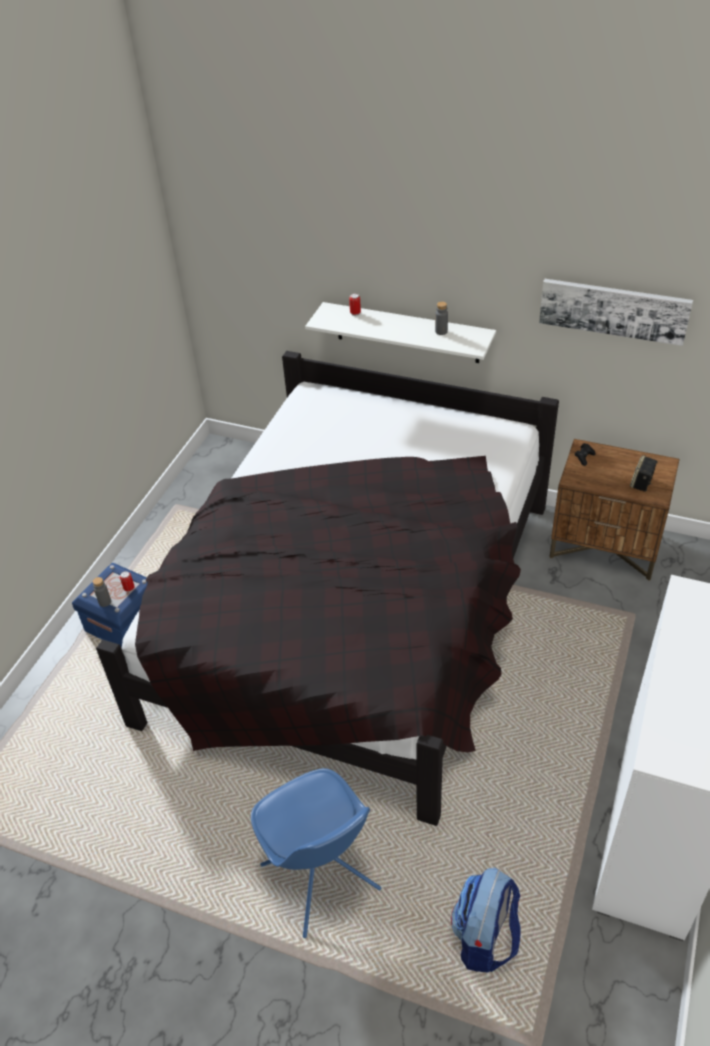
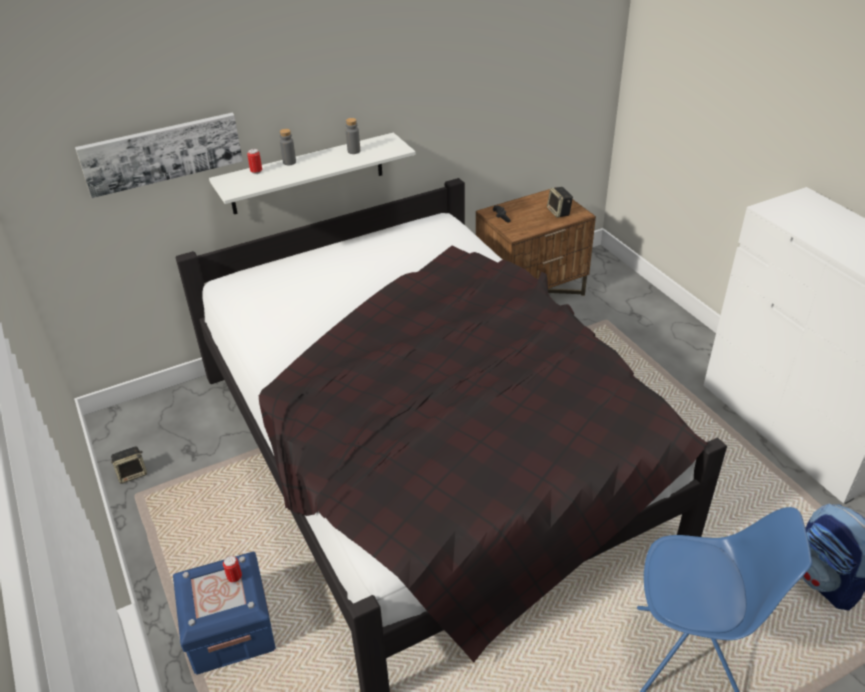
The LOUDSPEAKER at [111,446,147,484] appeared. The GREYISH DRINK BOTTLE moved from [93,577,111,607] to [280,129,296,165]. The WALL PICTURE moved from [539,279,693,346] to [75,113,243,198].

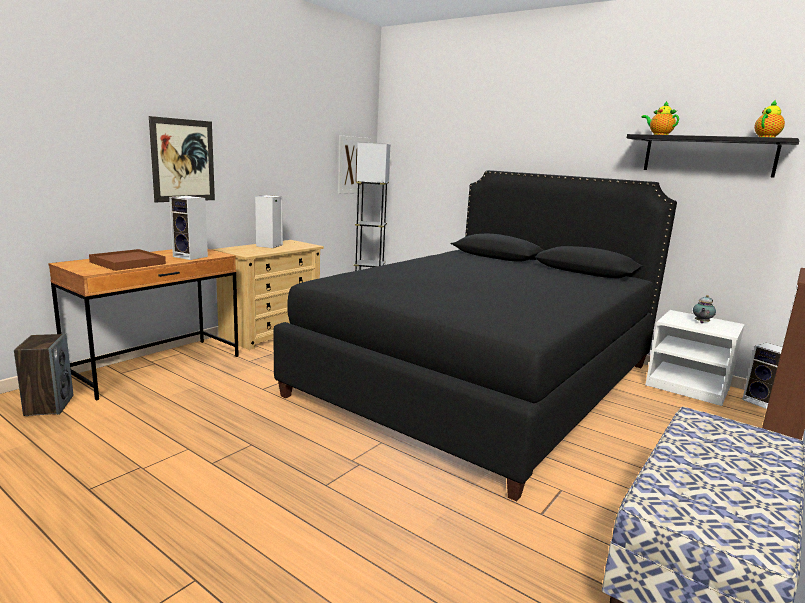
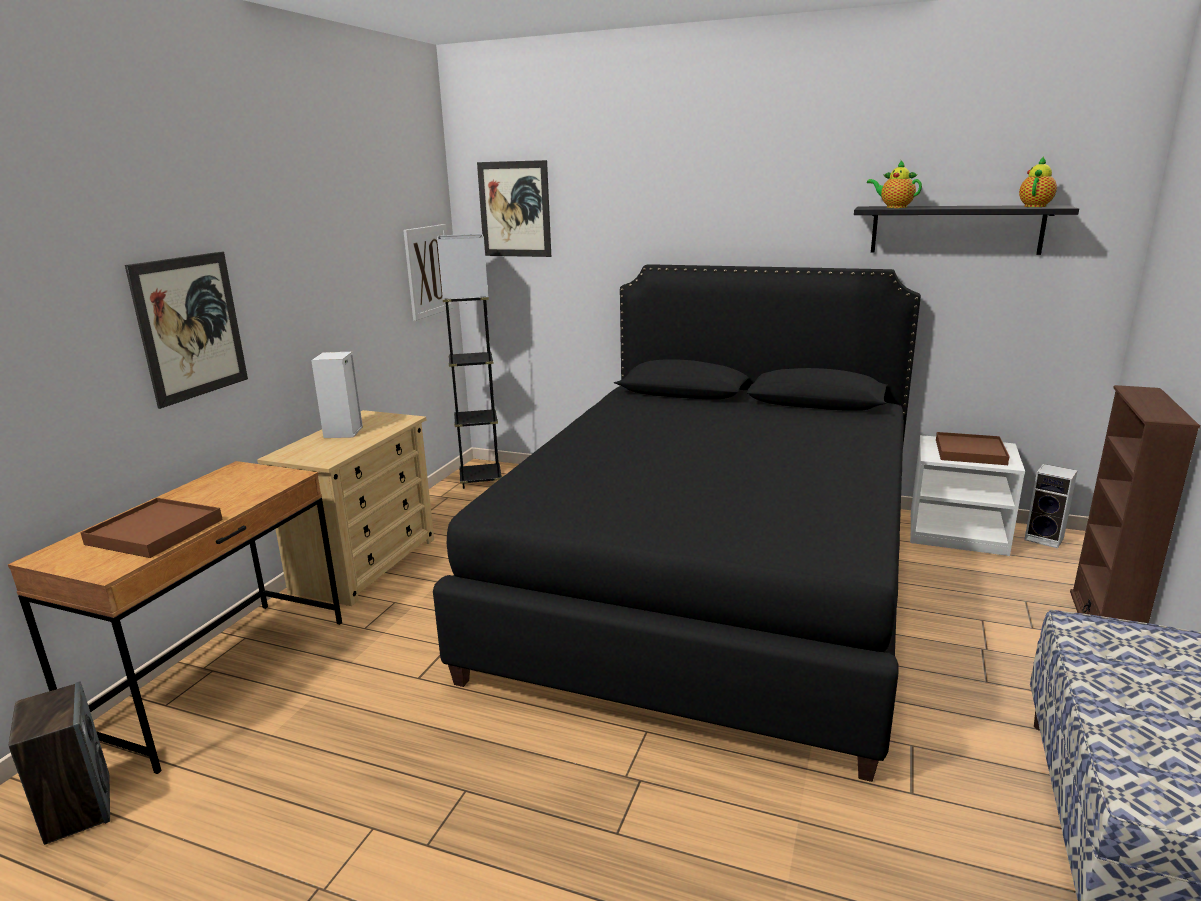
The LOUDSPEAKER at [169,196,208,260] disappeared. The WALL PICTURE at [477,160,551,257] appeared. The POT FOR TEA at [693,295,716,323] was replaced by the BROWN SERVING TRAY at [936,432,1010,465].

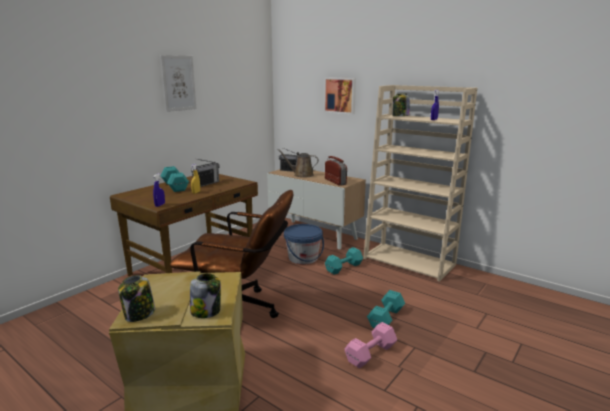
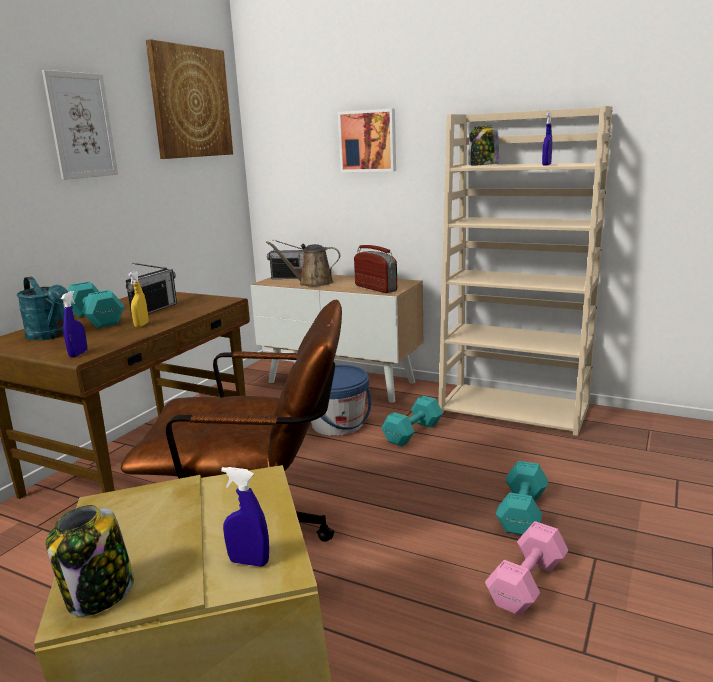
The TURQUOISE-COLOURED WATERING POT at [16,276,68,341] appeared. The WALL PICTURE at [146,39,233,159] appeared. The PRESERVE JAR at [190,273,221,318] was replaced by the BLUE HAND SPRAYER at [221,467,269,567].

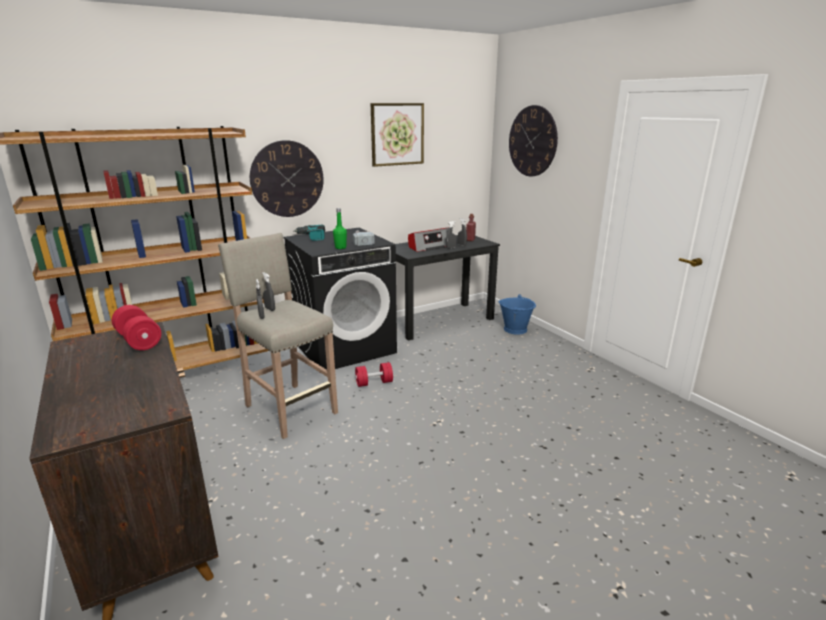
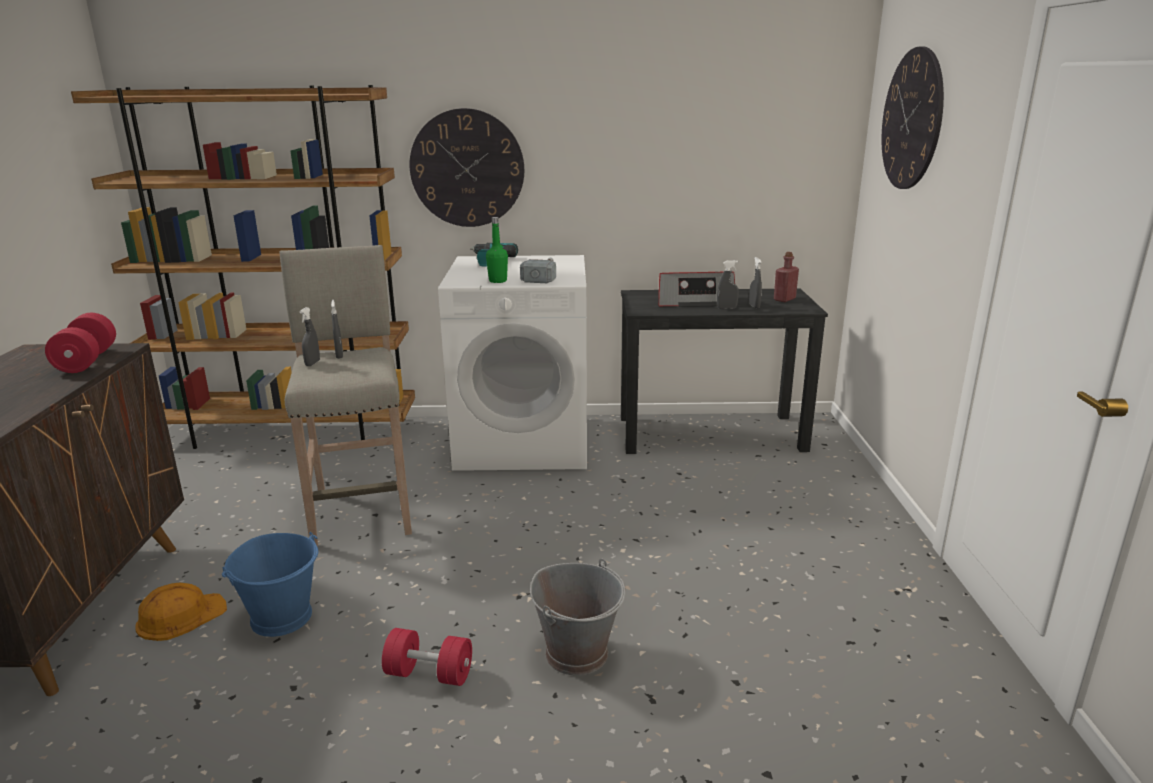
The WALL PICTURE at [371,103,424,167] disappeared. The ORANGE HARD HAT at [135,583,227,641] appeared. The GREYISH PAIL at [530,559,626,676] appeared. The RED HAND WEIGHT moved from [355,362,393,387] to [382,628,472,686]. The BLUE PAIL moved from [499,294,536,335] to [222,532,318,637]. The BLACK LAUNDRY MACHINE at [284,227,397,370] became the WHITE-COLOURED LAUNDRY MACHINE at [438,255,587,471].

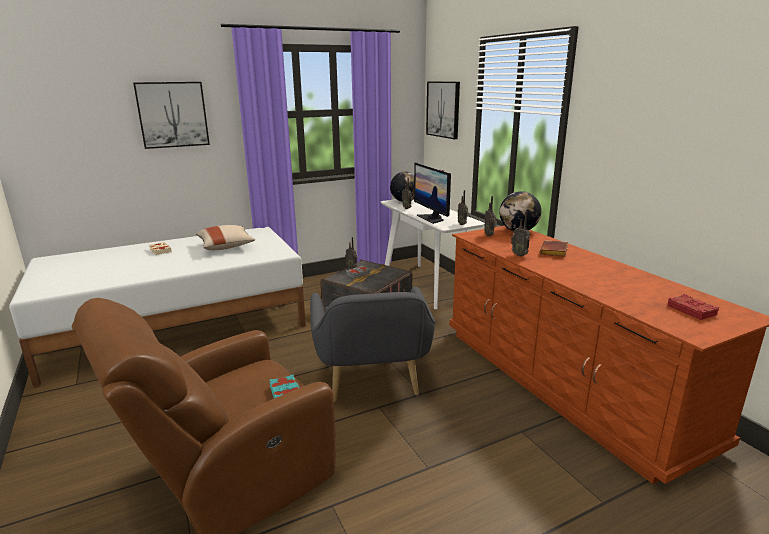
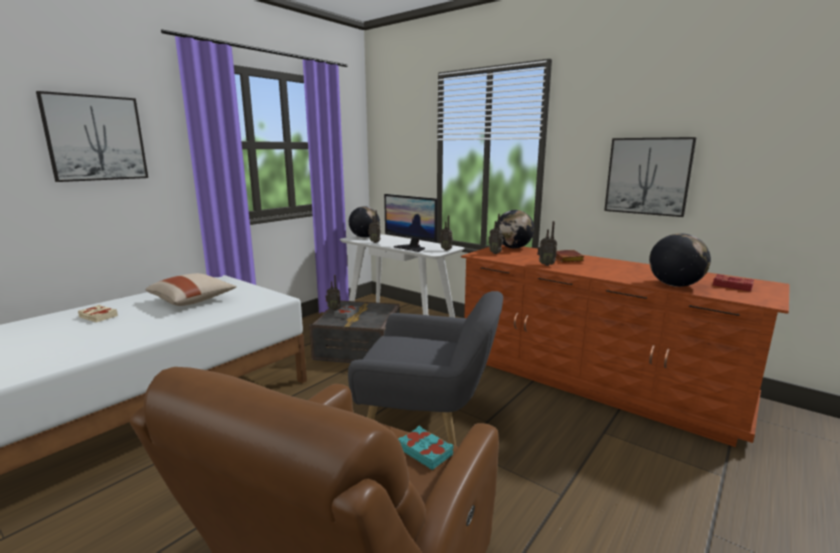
The DESK GLOBE at [649,233,711,287] appeared. The WALL PICTURE moved from [426,81,460,139] to [604,137,697,217]. The GREYISH EASY CHAIR at [310,287,436,403] turned 45 degrees counterclockwise.

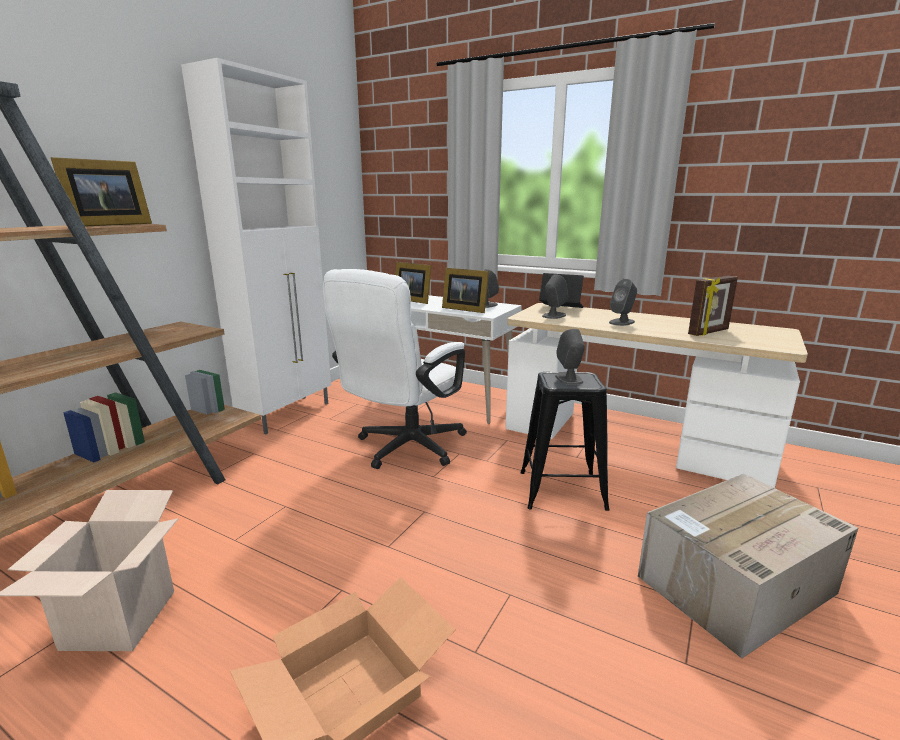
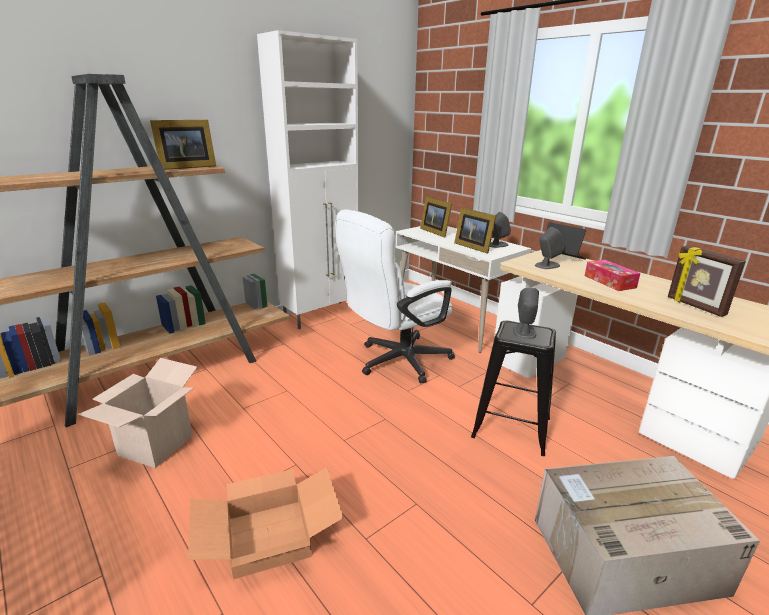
The GREYISH LOUDSPEAKER at [609,279,637,326] was replaced by the TISSUE HOLDER at [585,260,641,291]. The STANDING FRAME at [688,276,738,336] turned 75 degrees clockwise.

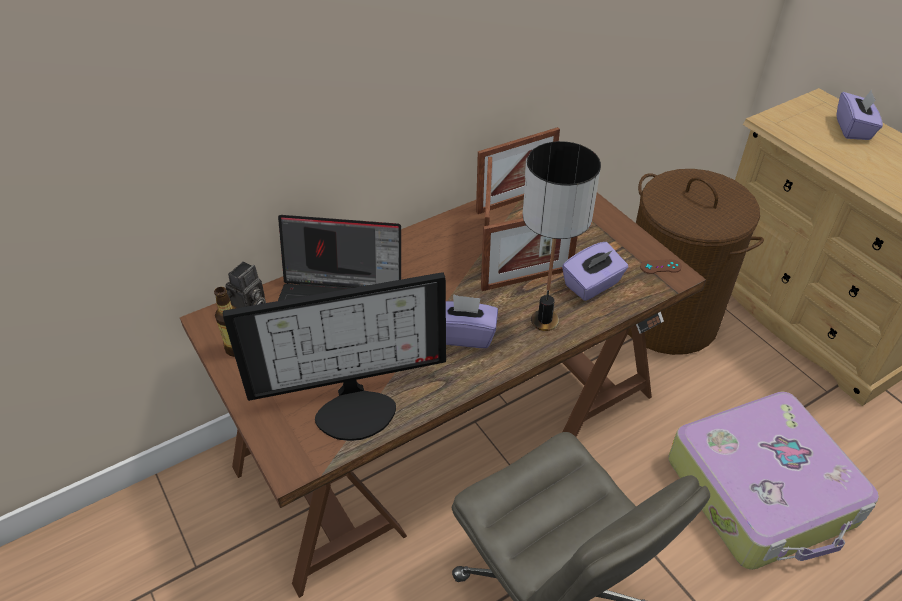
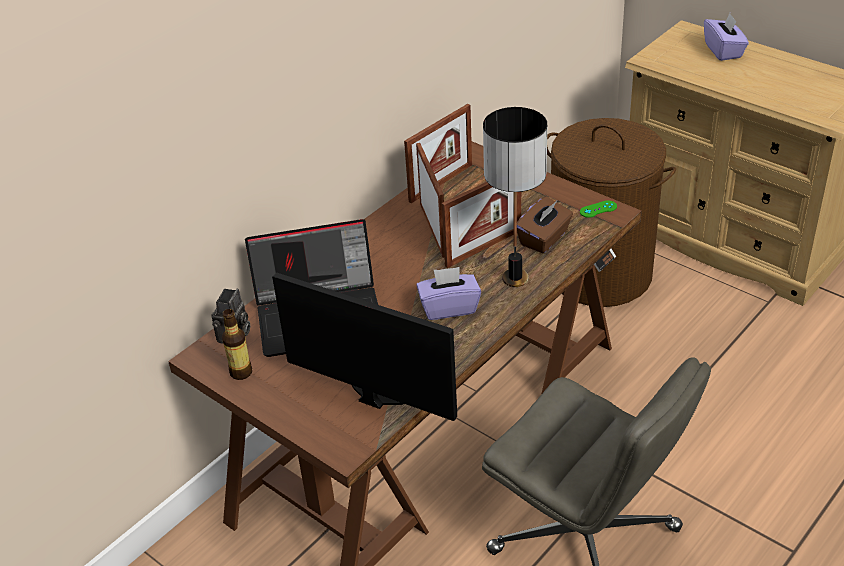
The SUITCASE at [668,391,879,570] disappeared. The PURPLISH TISSUE HOLDER at [562,242,628,301] became the BROWN TISSUE HOLDER at [517,196,573,253]. The BROWN GAMEPAD at [640,259,682,274] became the GREENISH GAMEPAD at [580,200,617,218]. The COMPUTER DISPLAY at [223,272,446,441] turned 120 degrees counterclockwise.

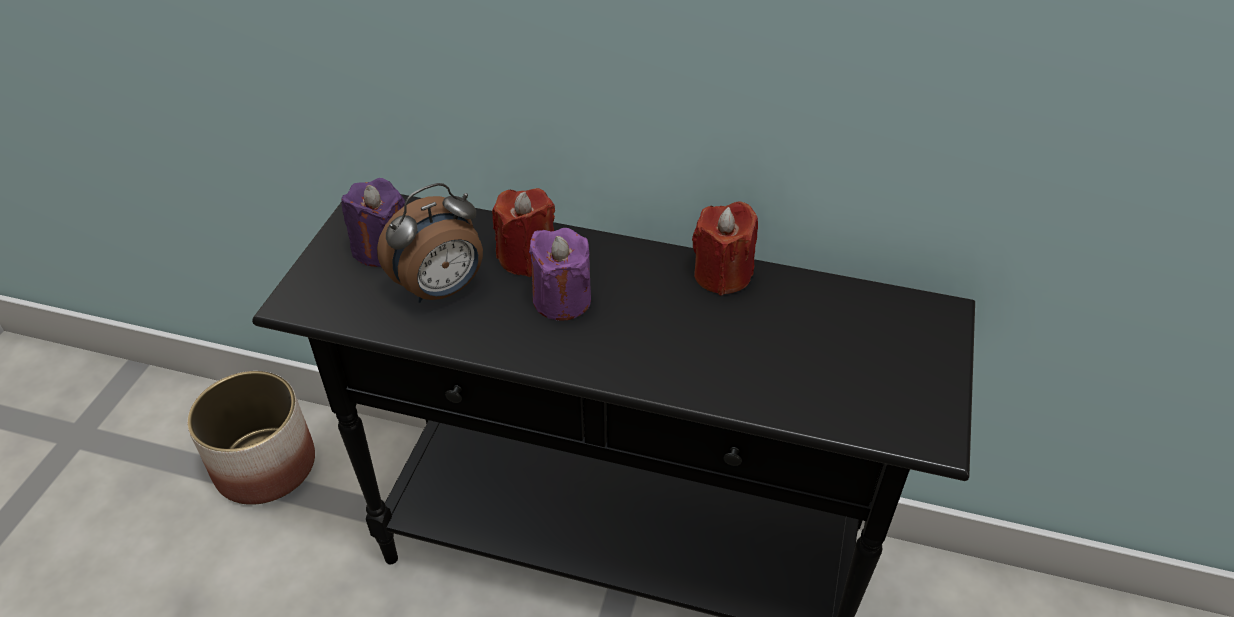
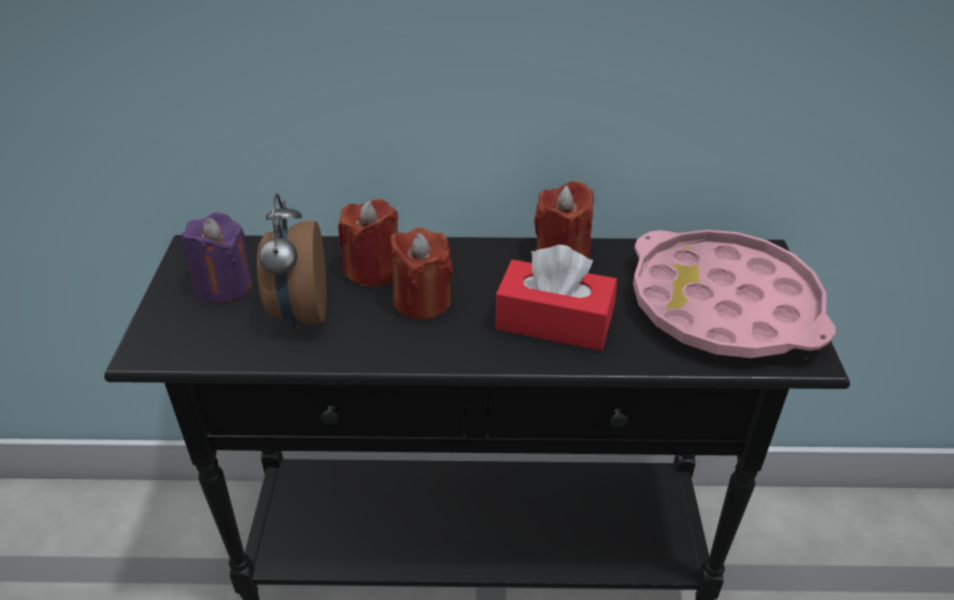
The PLANT POT at [187,371,315,505] disappeared. The RED TISSUE HOLDER at [495,245,617,351] appeared. The PINK SERVING TRAY at [633,230,836,358] appeared. The PURPLISH WAX CANDLE at [529,228,591,321] became the RED WAX CANDLE at [390,227,453,320]. The ALARM CLOCK at [377,183,483,303] turned 135 degrees clockwise.

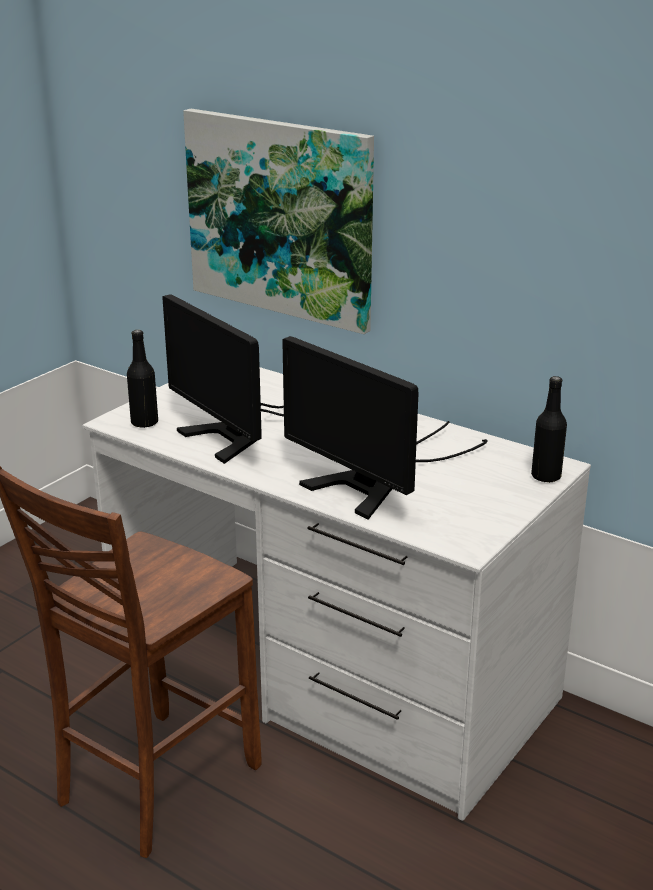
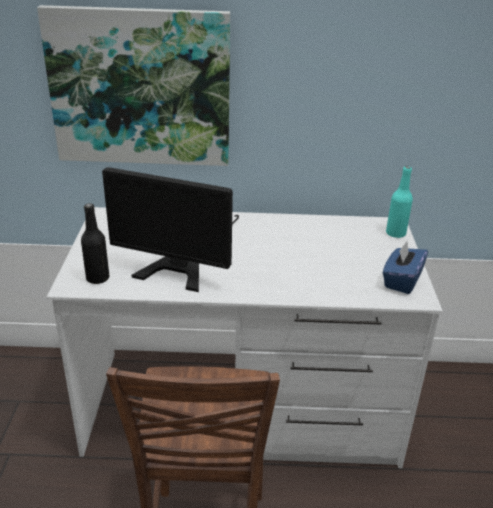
The COMPUTER DISPLAY at [282,336,488,520] disappeared. The BLUE TISSUE HOLDER at [383,241,428,294] appeared. The BLACK DRINK BOTTLE at [531,376,567,483] became the TURQUOISE-COLOURED DRINK BOTTLE at [386,166,413,238].

